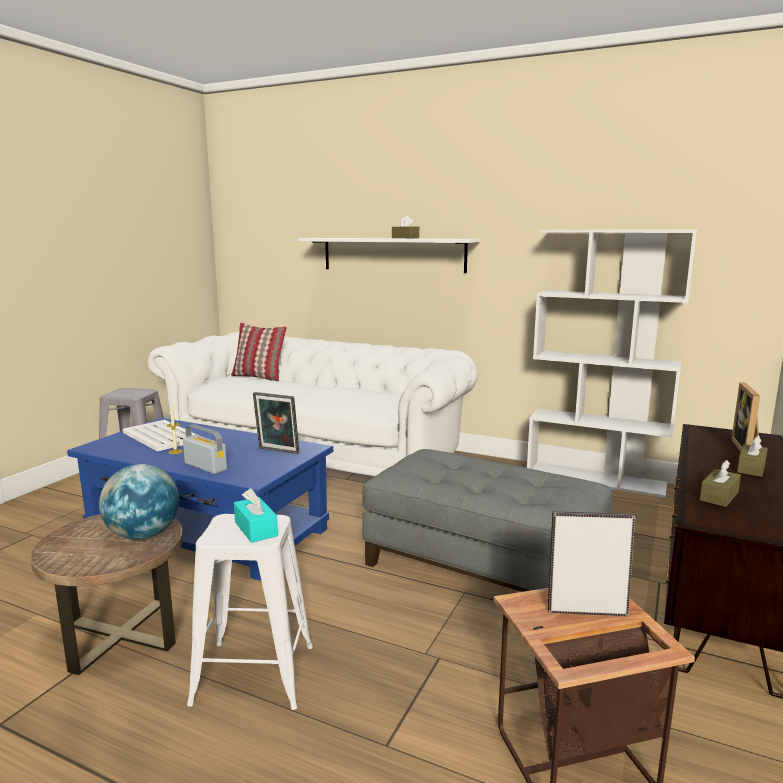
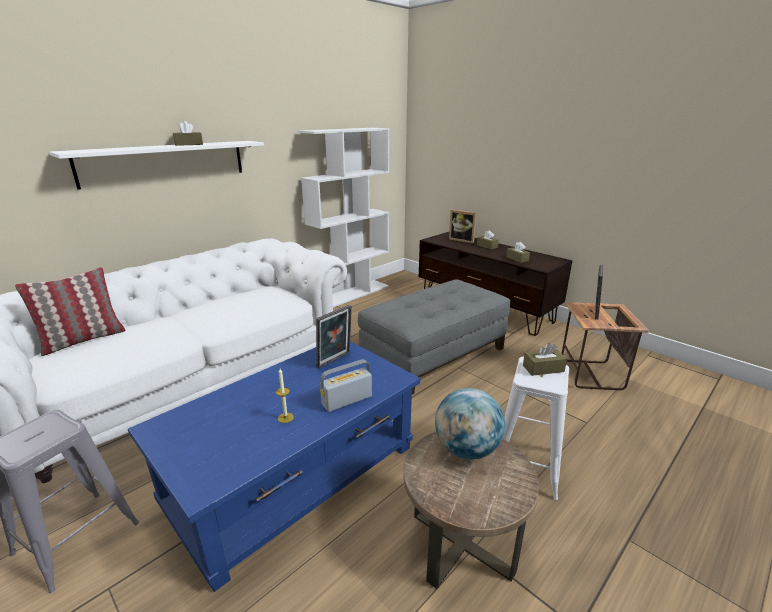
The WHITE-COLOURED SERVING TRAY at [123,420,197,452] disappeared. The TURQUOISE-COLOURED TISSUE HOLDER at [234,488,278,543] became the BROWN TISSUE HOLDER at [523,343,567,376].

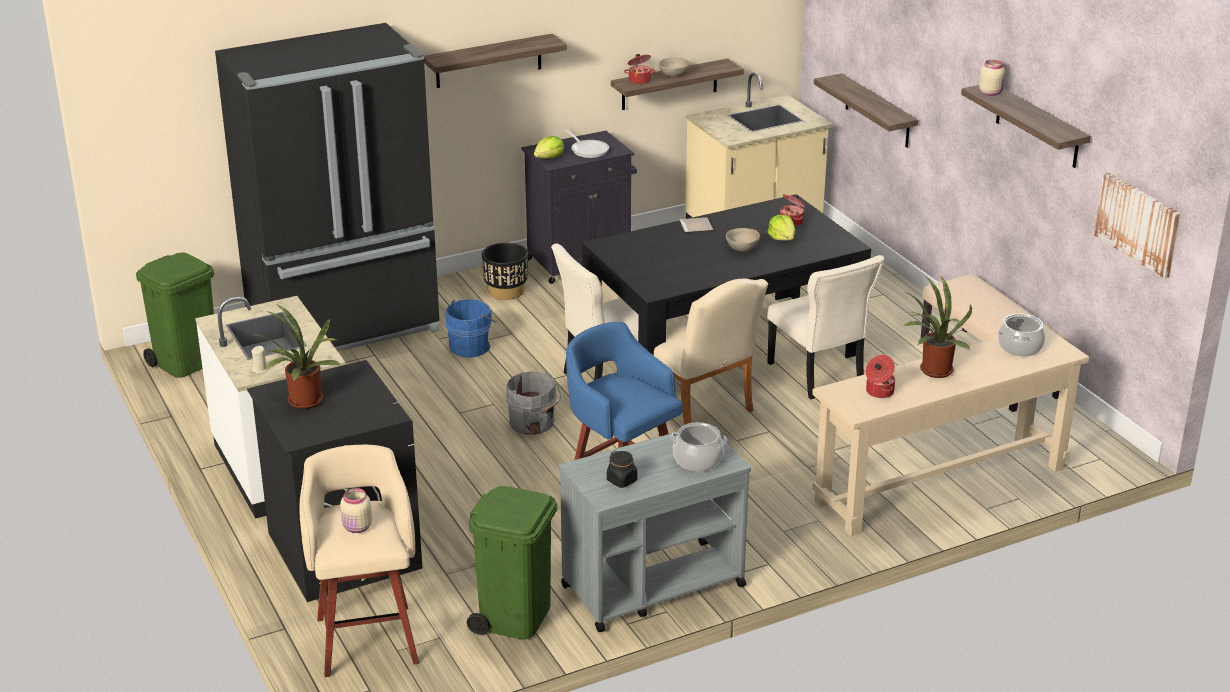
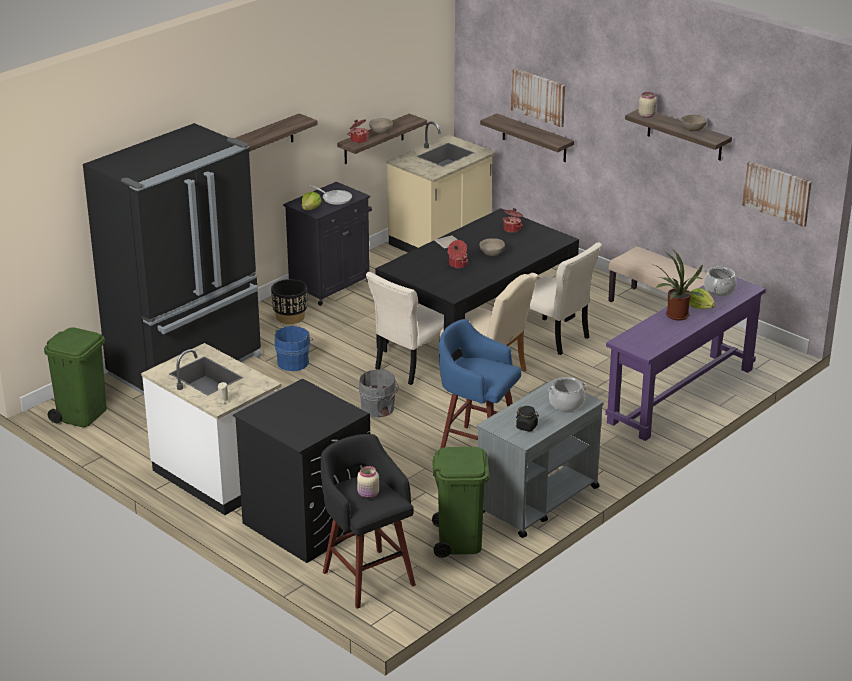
The POTTED PLANT at [257,304,342,409] disappeared. The WALL PICTURE at [511,68,565,127] appeared. The SAND-COLOURED DEEP DISH at [680,115,707,131] appeared. The HEAD OF LETTUCE moved from [767,215,795,241] to [690,288,716,309]. The COOKING POT moved from [865,355,895,398] to [448,240,468,268]. The SAND-COLOURED STOOL SEAT at [299,445,419,677] became the BLACK STOOL SEAT at [321,434,416,609]. The SAND-COLOURED HALL TABLE at [812,325,1089,536] became the PURPLISH HALL TABLE at [605,277,766,441].

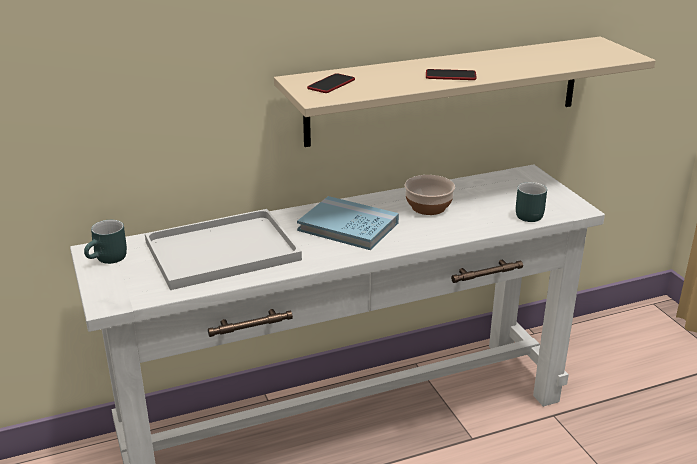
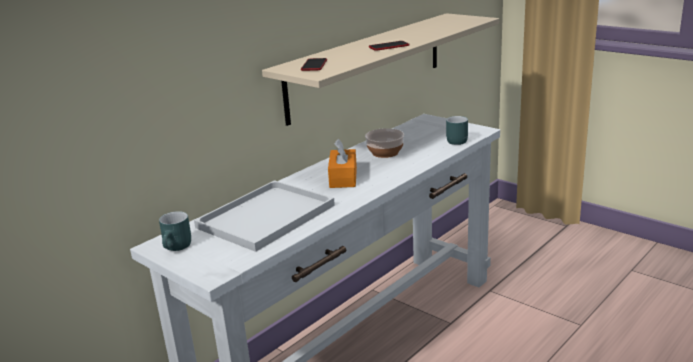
The BLUE VOLUME at [297,196,399,250] was replaced by the ORANGE TISSUE HOLDER at [328,139,357,188].

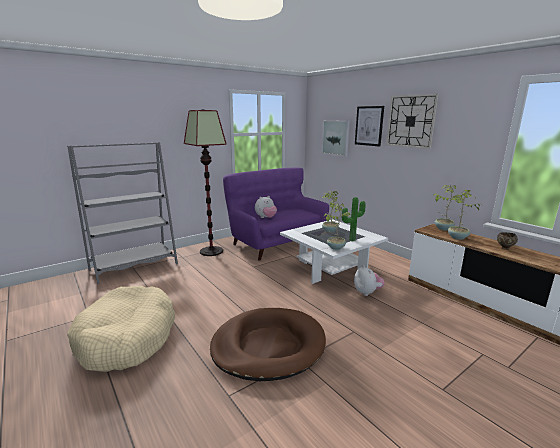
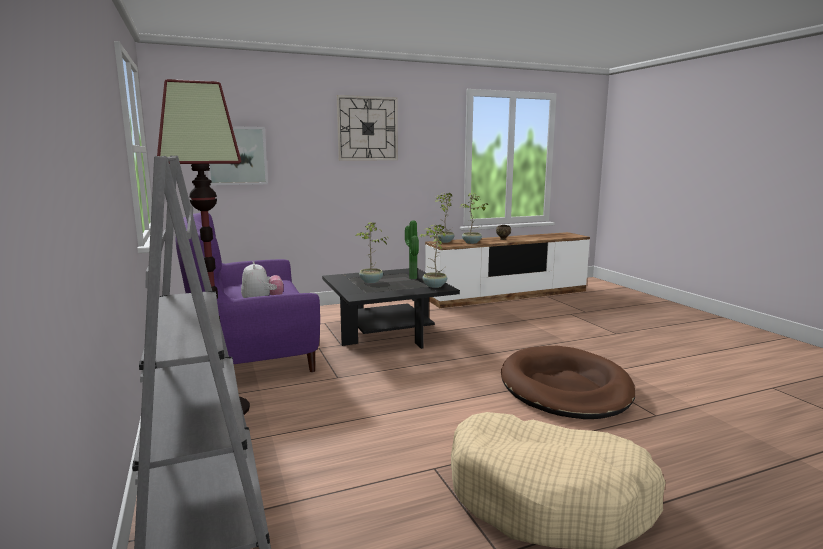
The PLUSH TOY at [354,265,385,296] disappeared. The WALL PICTURE at [355,106,384,147] disappeared. The WHITE-COLOURED COFFEE TABLE at [280,219,388,284] became the BLACK COFFEE TABLE at [322,268,460,349].

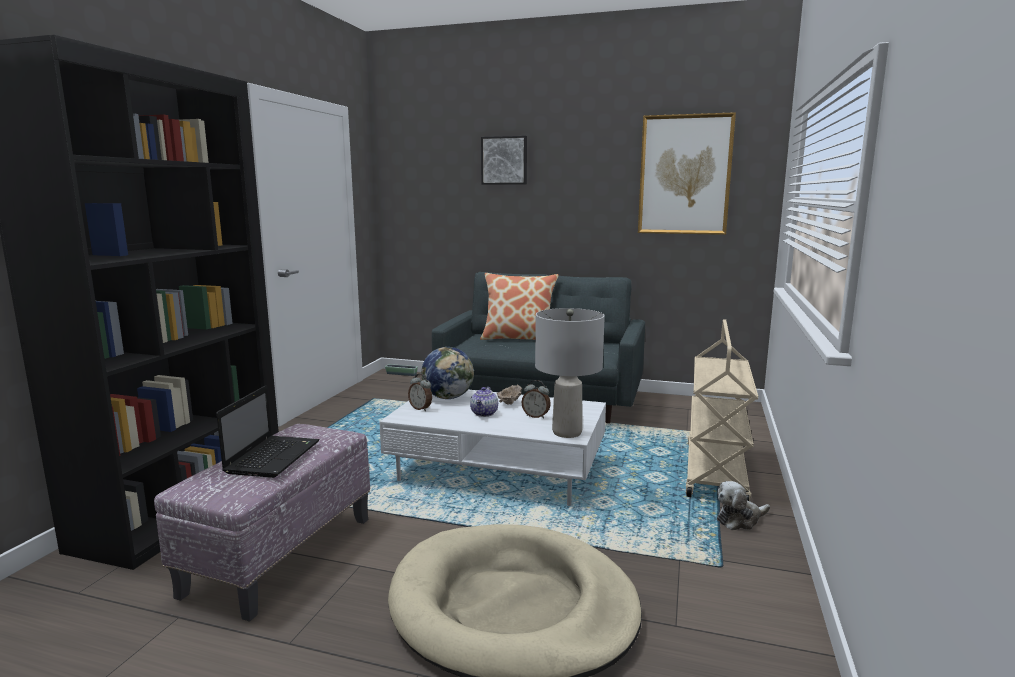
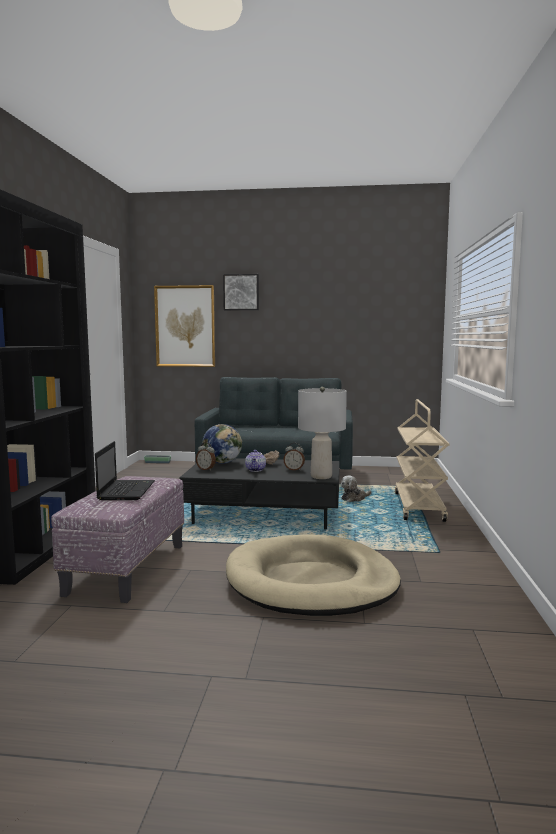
The CUSHION at [480,273,559,340] disappeared. The WALL PICTURE moved from [638,112,736,235] to [154,285,215,367]. The PLUSH TOY moved from [717,481,770,530] to [341,475,371,502]. The WHITE-COLOURED COFFEE TABLE at [379,390,606,506] became the BLACK COFFEE TABLE at [179,458,340,530].

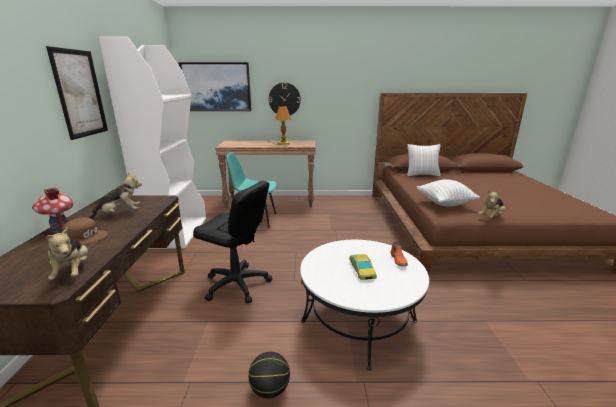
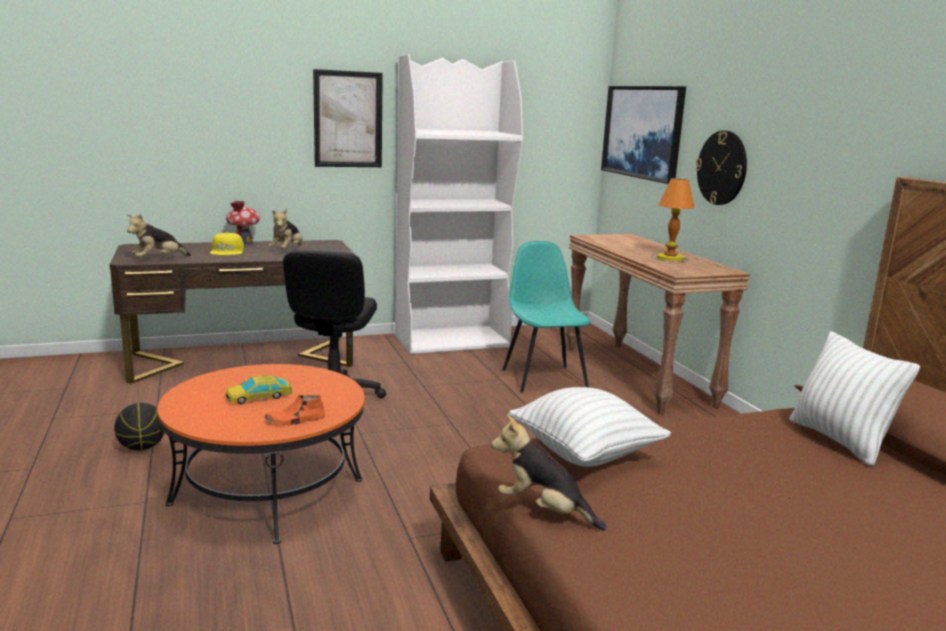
The BROWN PEAKED CAP at [61,217,108,245] became the YELLOW PEAKED CAP at [210,233,244,255]. The WHITE-COLOURED COFFEE TABLE at [300,240,429,370] became the ORANGE COFFEE TABLE at [157,364,365,544]. The PLUSH TOY at [88,173,142,218] turned 60 degrees clockwise.

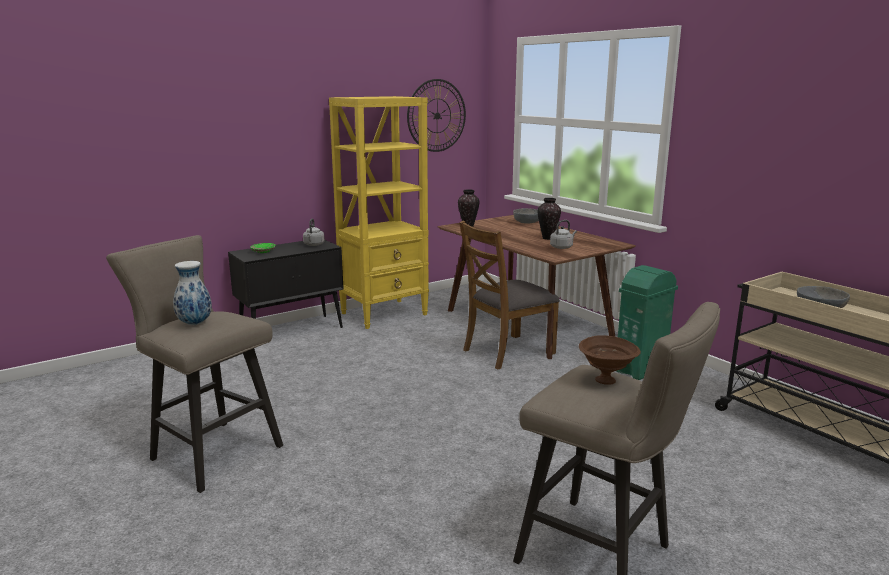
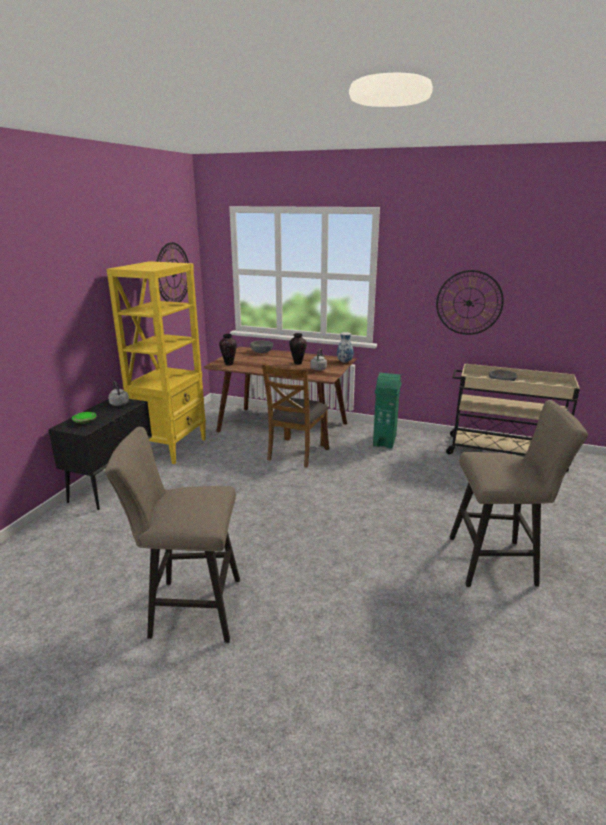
The BROWN DEEP DISH at [579,335,641,385] disappeared. The WALL CLOCK at [436,270,504,335] appeared. The FLOWER VASE moved from [173,261,212,325] to [337,332,353,363].

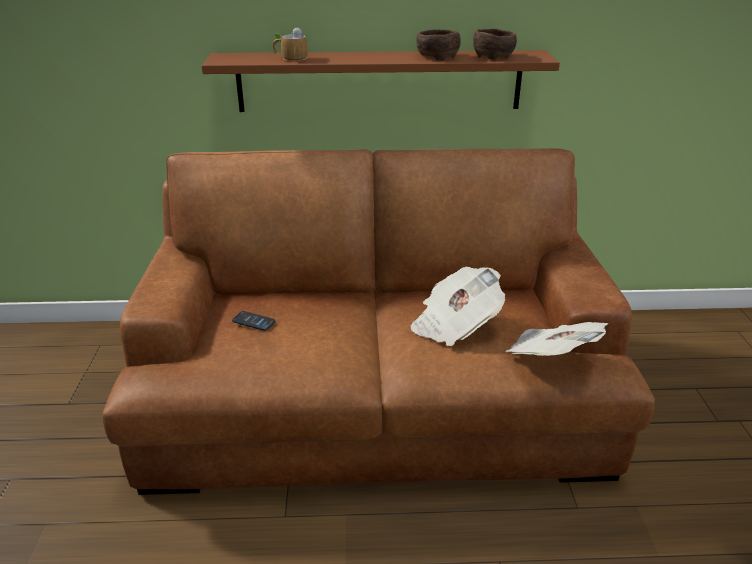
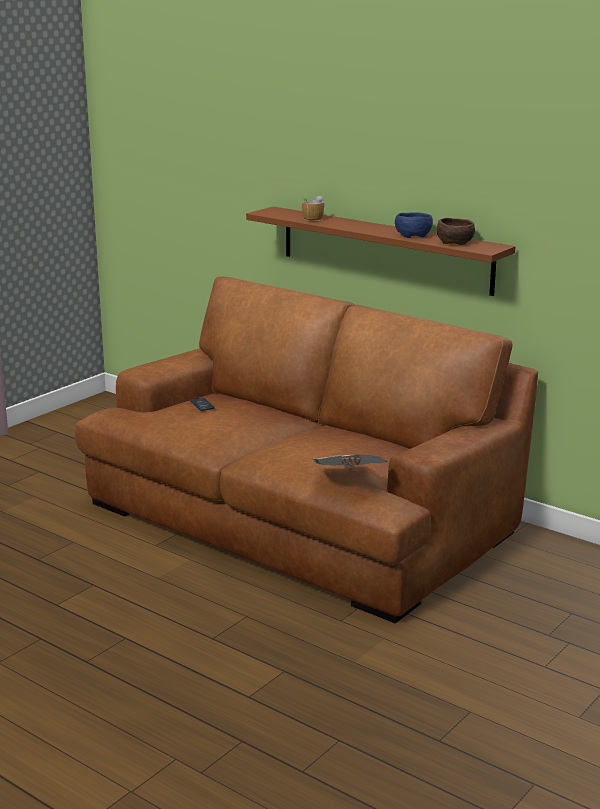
The NEWSPAPER at [410,267,505,346] disappeared. The BROWN DEEP DISH at [416,29,461,60] became the BLUE DEEP DISH at [395,212,433,238].

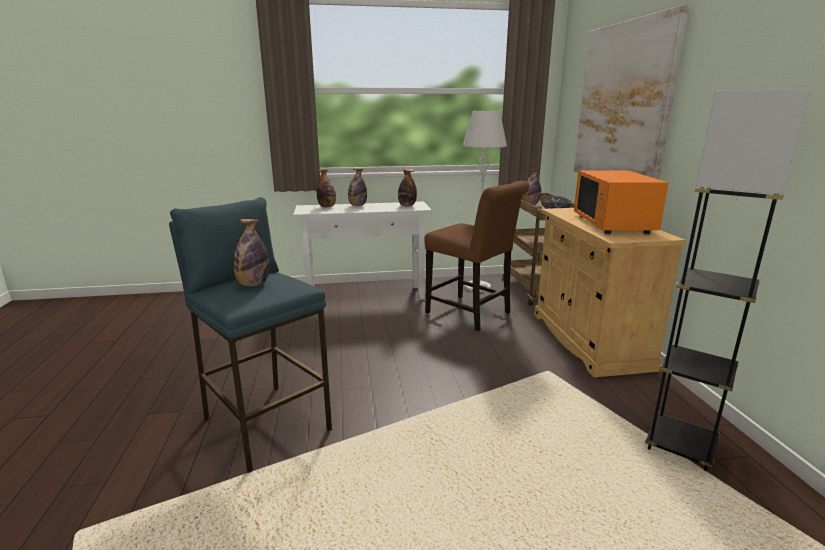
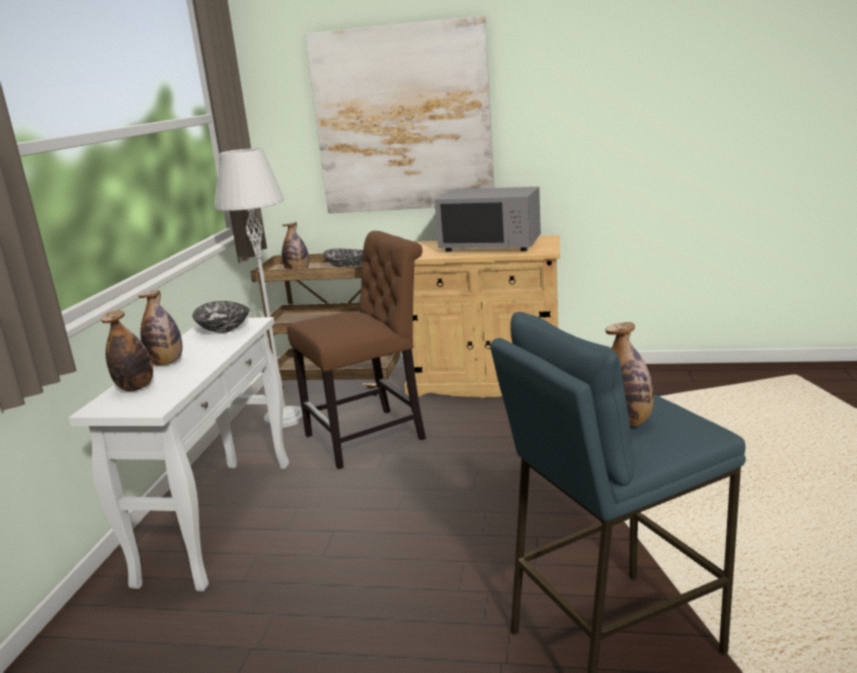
The GREYISH STANDARD LAMP at [645,89,811,471] disappeared. The DRINK BOTTLE at [398,168,417,207] was replaced by the DEEP DISH at [192,301,250,333]. The ORANGE MICROWAVE OVEN at [574,170,668,234] became the GREYISH MICROWAVE OVEN at [434,187,541,252].

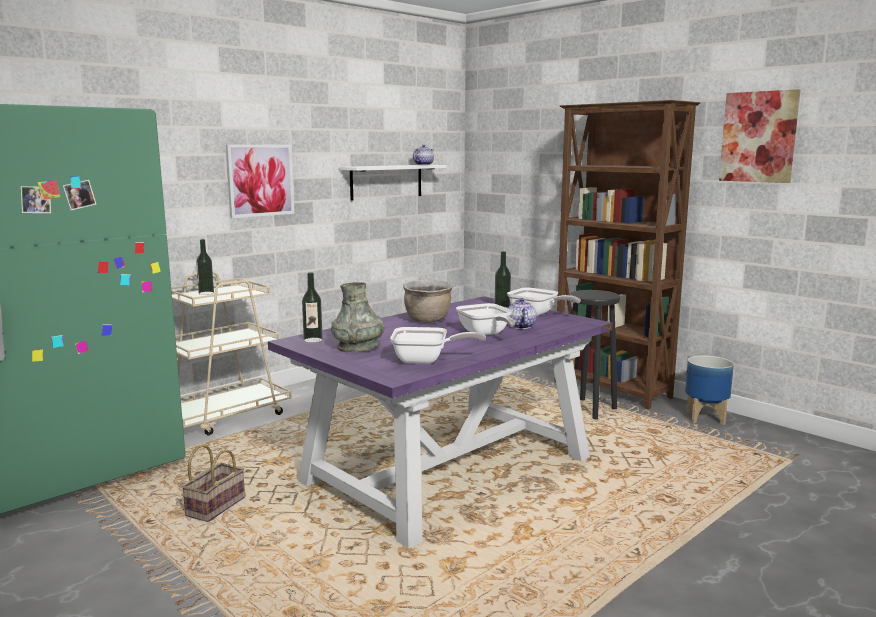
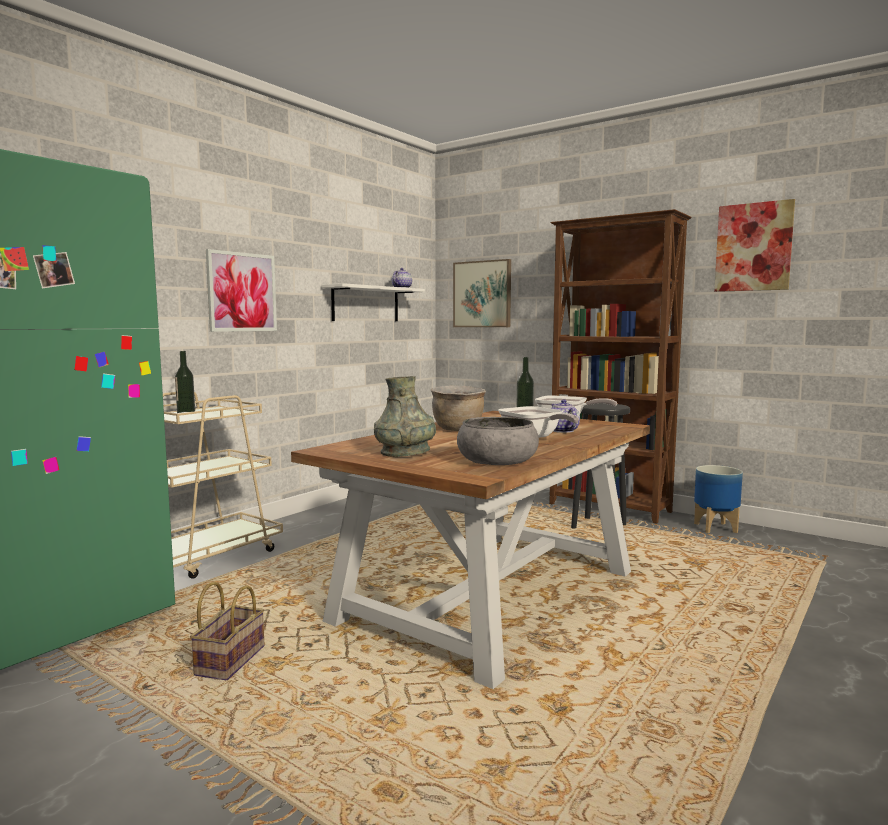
The DRINK BOTTLE at [302,272,323,343] disappeared. The WALL PICTURE at [453,259,511,327] appeared. The SKILLET at [390,327,486,364] was replaced by the GREYISH DEEP DISH at [457,417,539,465]. The PURPLISH KITCHEN TABLE at [268,296,612,549] became the BROWN KITCHEN TABLE at [291,411,650,689].

